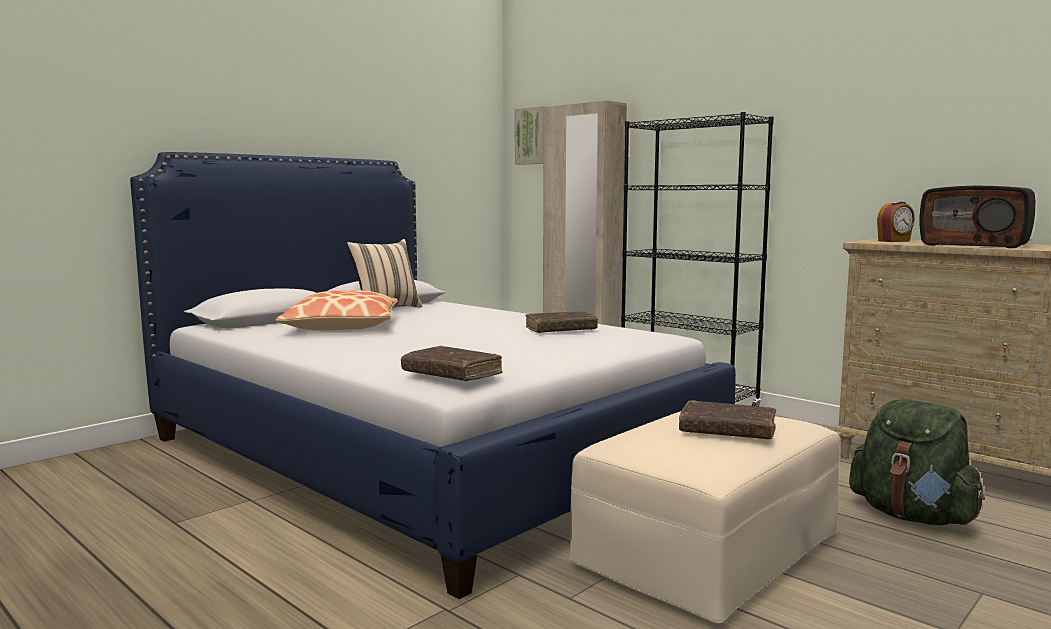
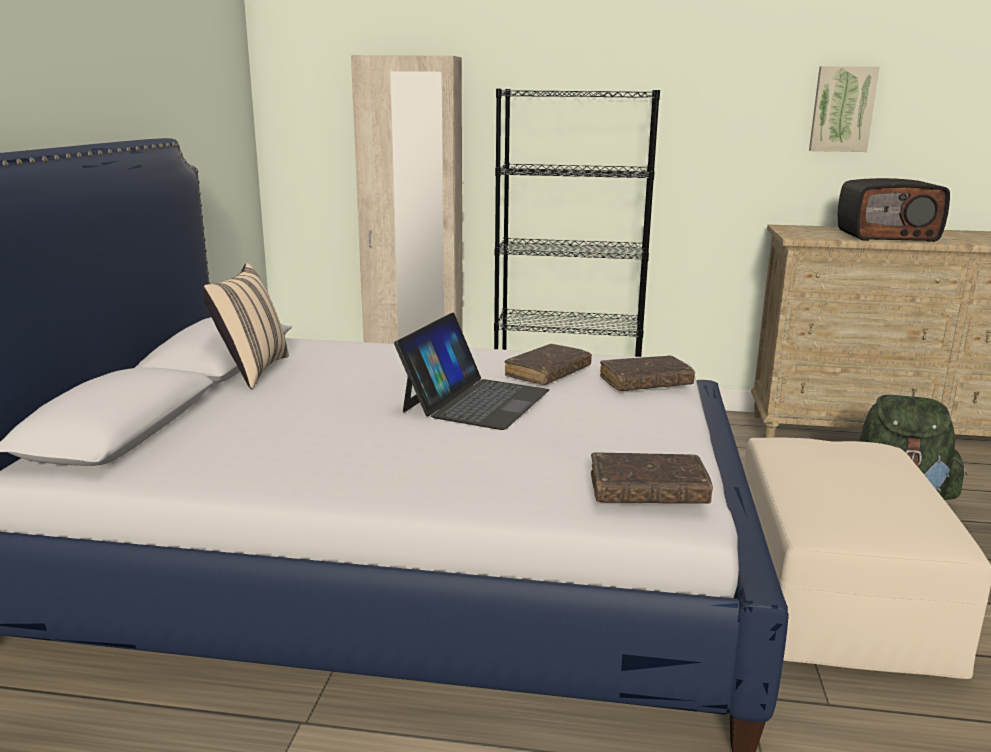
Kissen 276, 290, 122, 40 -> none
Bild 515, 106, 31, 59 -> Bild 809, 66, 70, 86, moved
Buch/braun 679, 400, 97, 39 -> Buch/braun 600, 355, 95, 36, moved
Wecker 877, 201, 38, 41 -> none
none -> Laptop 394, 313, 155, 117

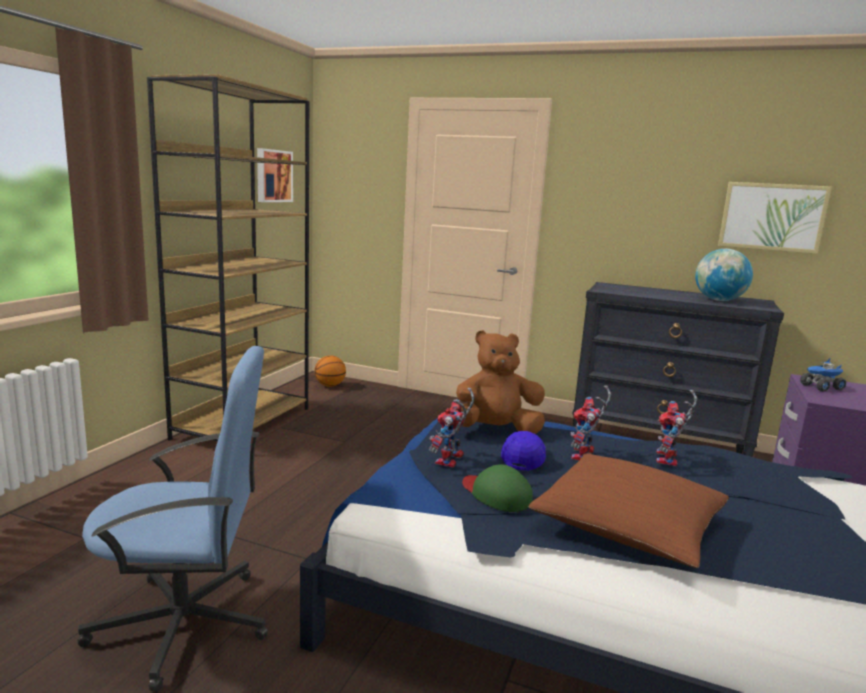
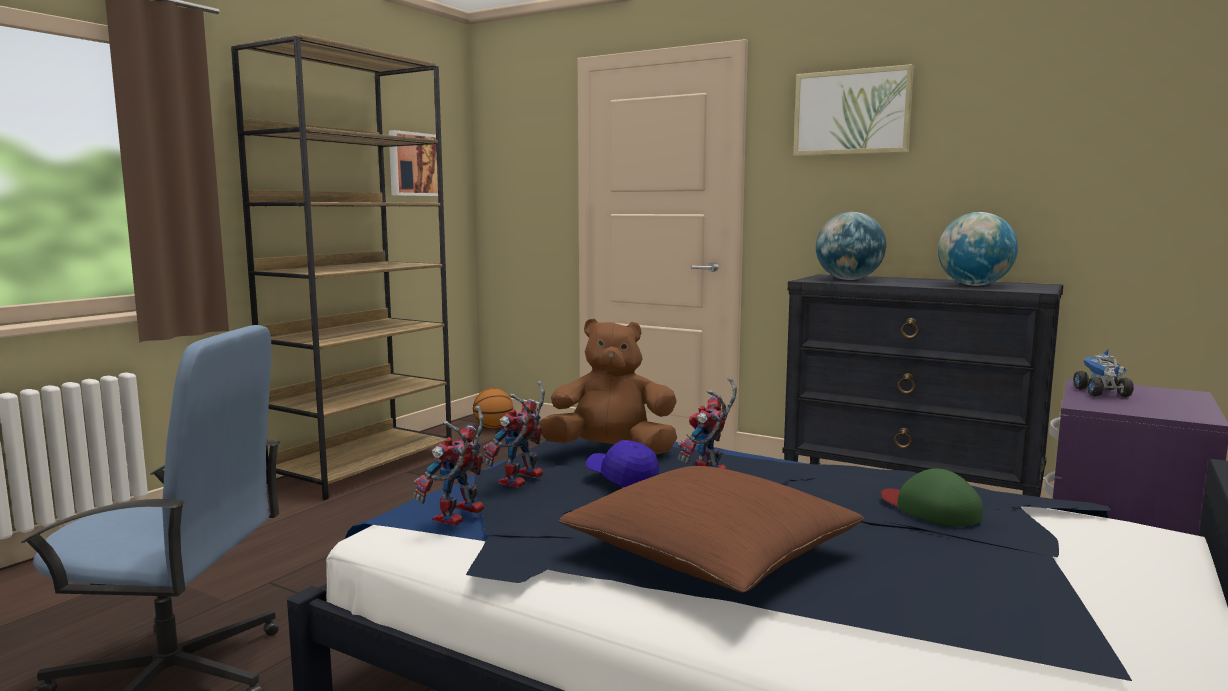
Kappe/grün 462, 464, 71, 48 -> Kappe/grün 881, 468, 102, 59, moved
Kappe/blau 501, 431, 45, 40 -> Kappe/blau 586, 440, 73, 47, 75 degrees counterclockwise
Spielzeugroboter 656, 390, 42, 76 -> Spielzeugroboter 413, 406, 71, 120, moved
Bild 718, 182, 114, 72 -> Bild 793, 64, 121, 92, moved
Spielzeuglaster 800, 359, 46, 32 -> Spielzeuglaster 1073, 350, 61, 47, 105 degrees clockwise
none -> Globus 816, 212, 70, 68

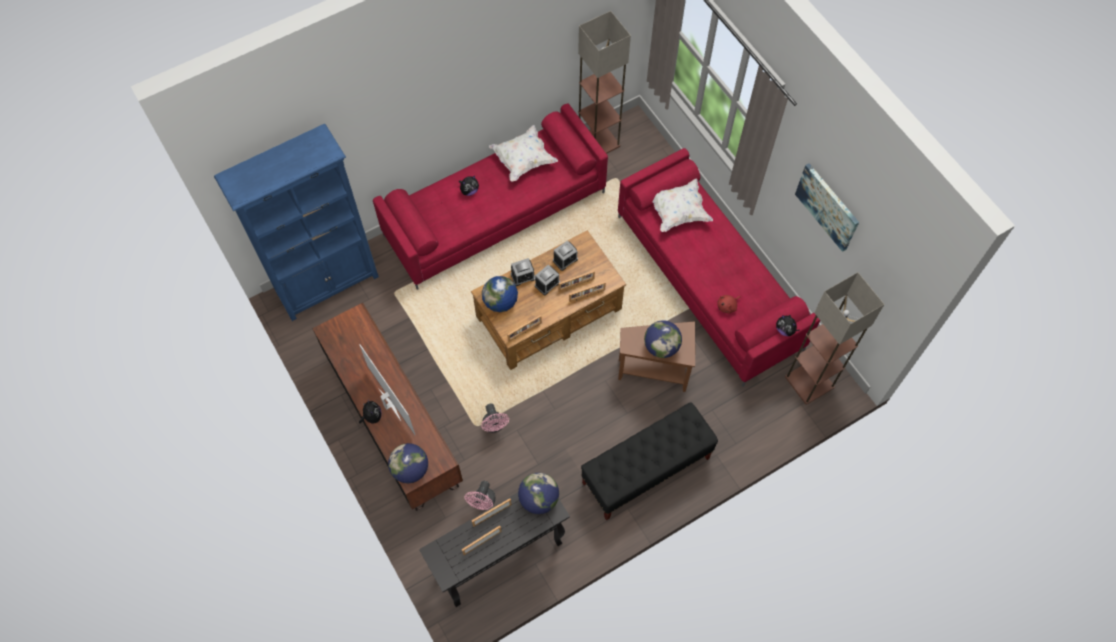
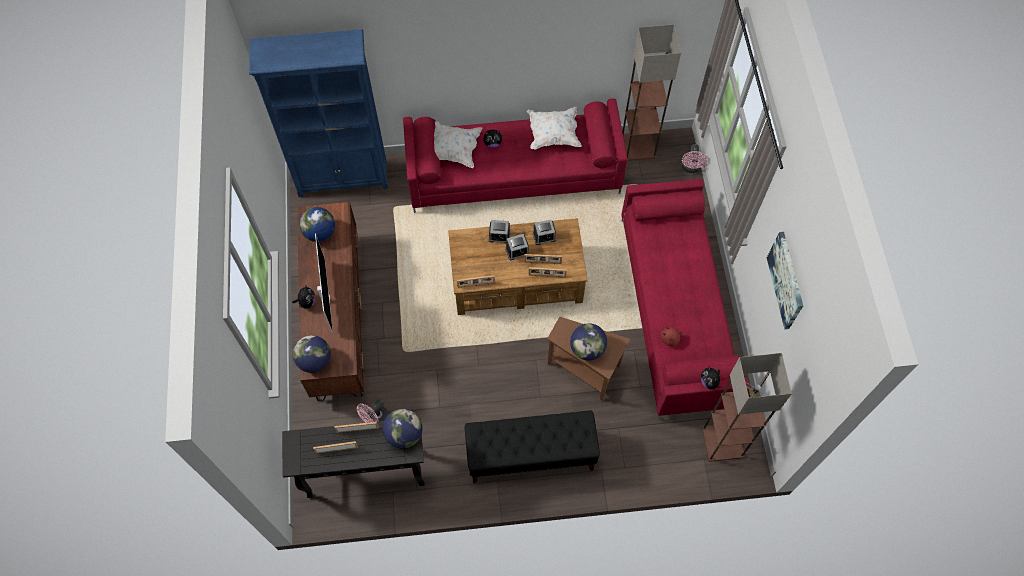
Ventilator/rosa 481, 403, 28, 30 -> Ventilator/rosa 682, 144, 25, 29, moved
Globus 482, 276, 36, 36 -> Globus 300, 207, 35, 35, moved
Kissen/weiß 653, 179, 60, 53 -> Kissen/weiß 434, 121, 48, 47, moved

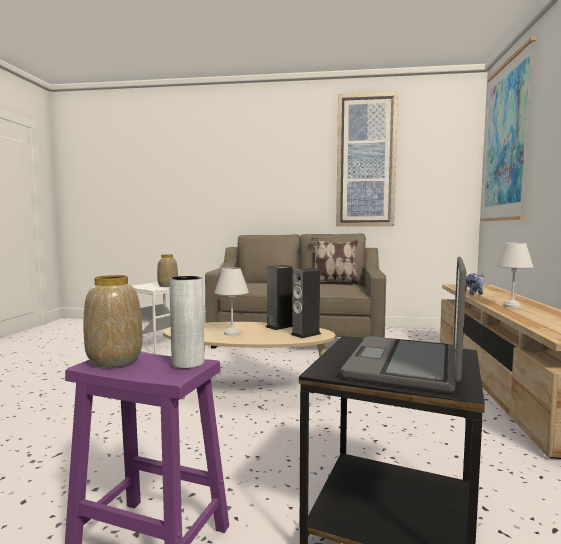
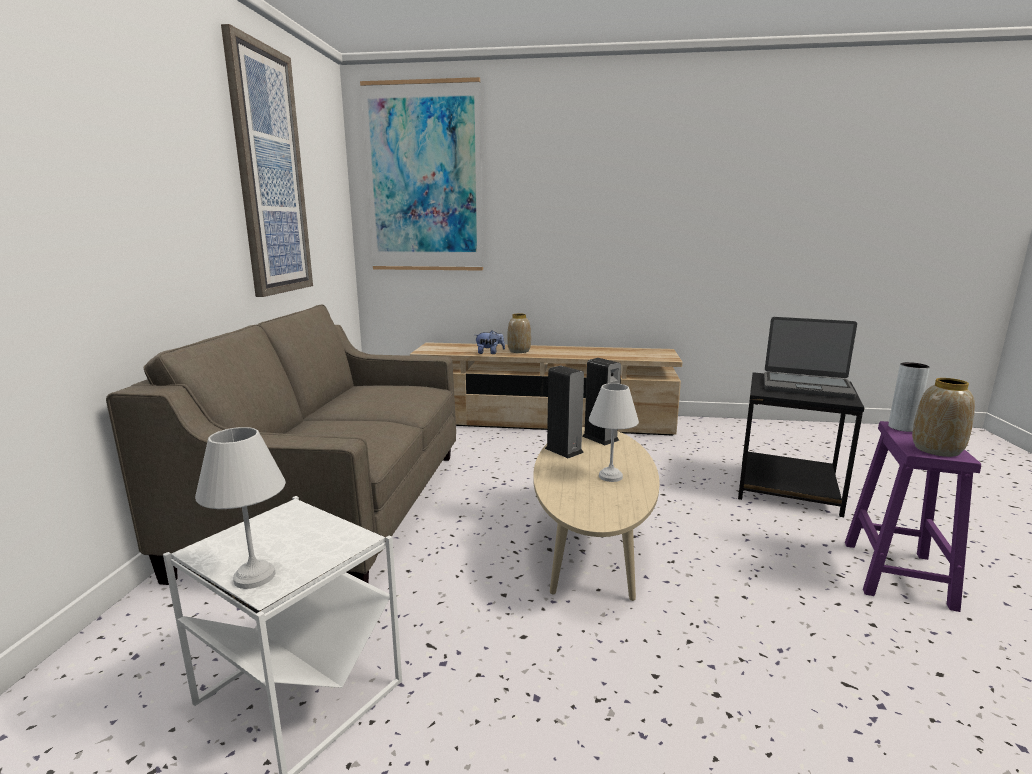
Vase 157, 254, 21, 33 -> Vase 507, 314, 24, 39, moved
Kissen 311, 238, 48, 47 -> none
Tischlampe/weiß 496, 243, 37, 65 -> Tischlampe/weiß 195, 427, 91, 162, moved

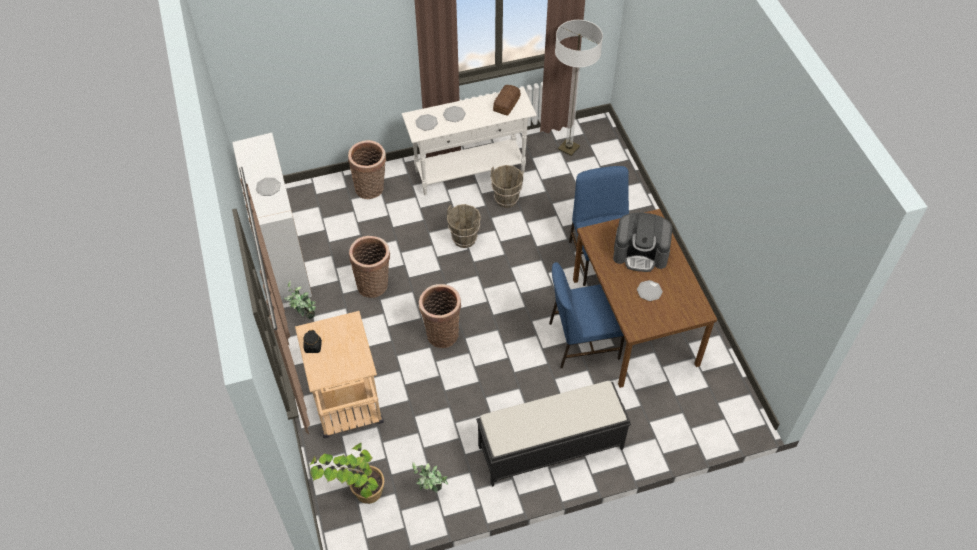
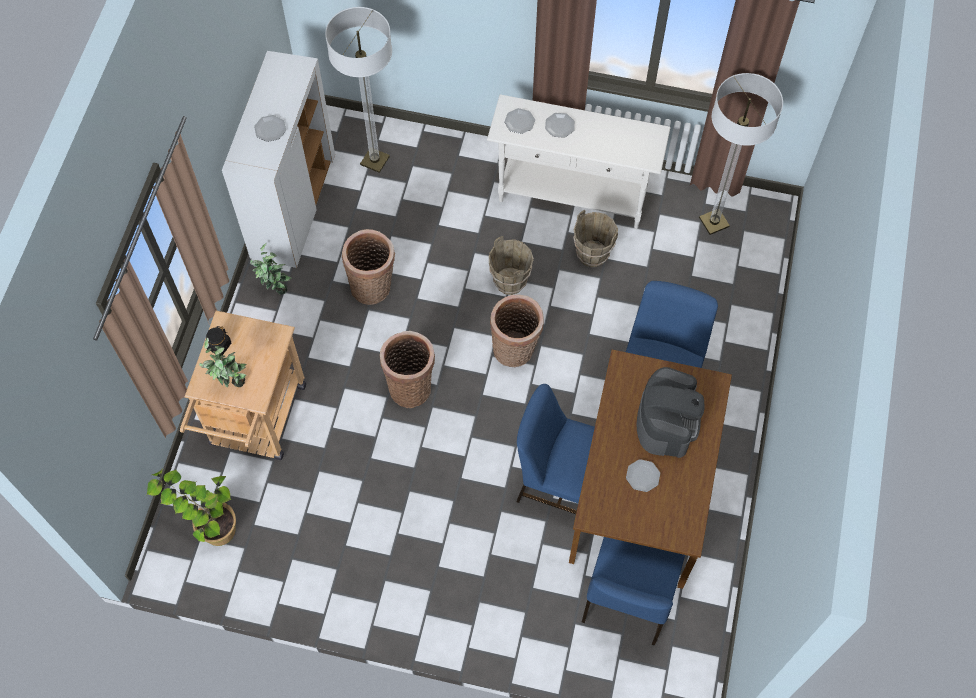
Korb 348, 140, 38, 59 -> Korb 490, 294, 53, 73, moved
Topfpflanze 412, 462, 36, 31 -> Topfpflanze 199, 337, 47, 50, moved
Bank/schwarz 476, 381, 155, 106 -> none
Brot 493, 85, 28, 30 -> none
Kaffeemaschine 613, 213, 60, 59 -> Kaffeemaschine 637, 367, 67, 91, 120 degrees counterclockwise
none -> Stehlampe 325, 7, 67, 166
none -> Stuhl/blau 582, 537, 103, 109

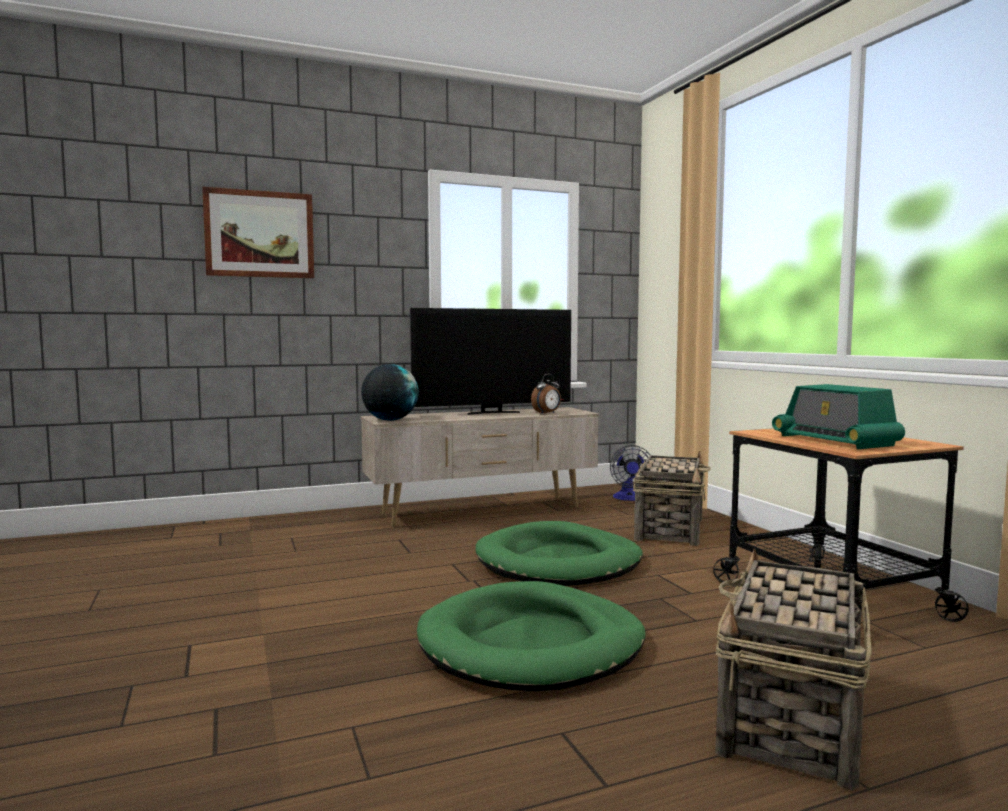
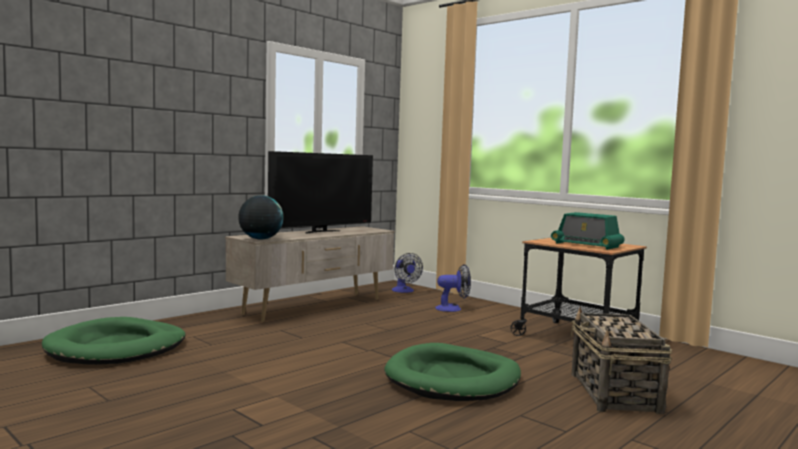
Bild 202, 187, 112, 92 -> none
Hundebett/grün 476, 521, 167, 65 -> Hundebett/grün 42, 317, 143, 48, moved
Wecker 531, 374, 30, 40 -> none
Korb 633, 451, 78, 95 -> Ventilator 435, 264, 36, 48

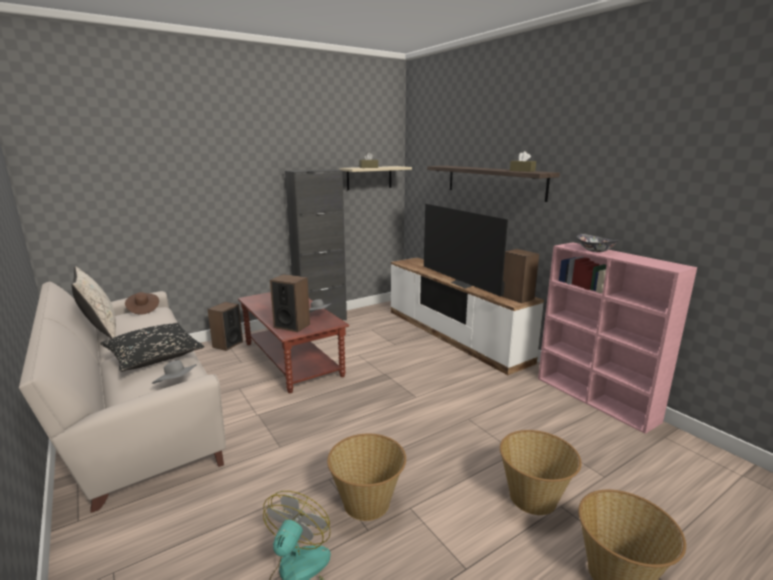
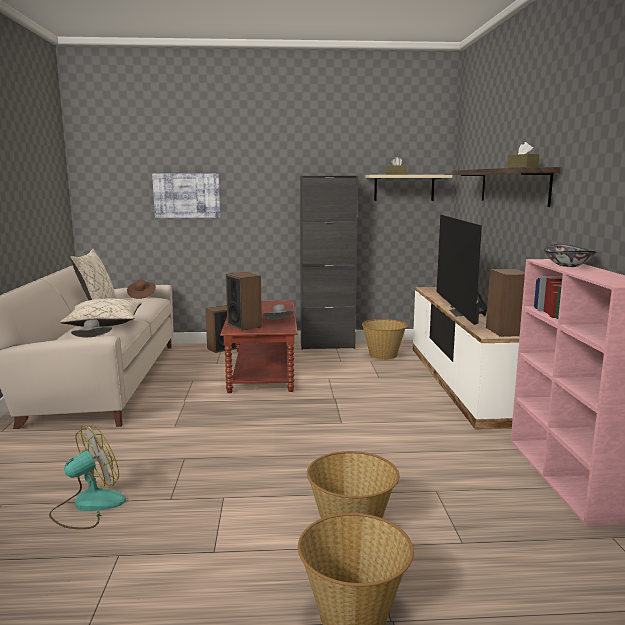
Kissen/schwarz 100, 323, 105, 49 -> Kissen/beige 60, 298, 82, 29
Korb 327, 434, 79, 87 -> Korb 362, 319, 46, 41, moved
none -> Bild 152, 174, 68, 44

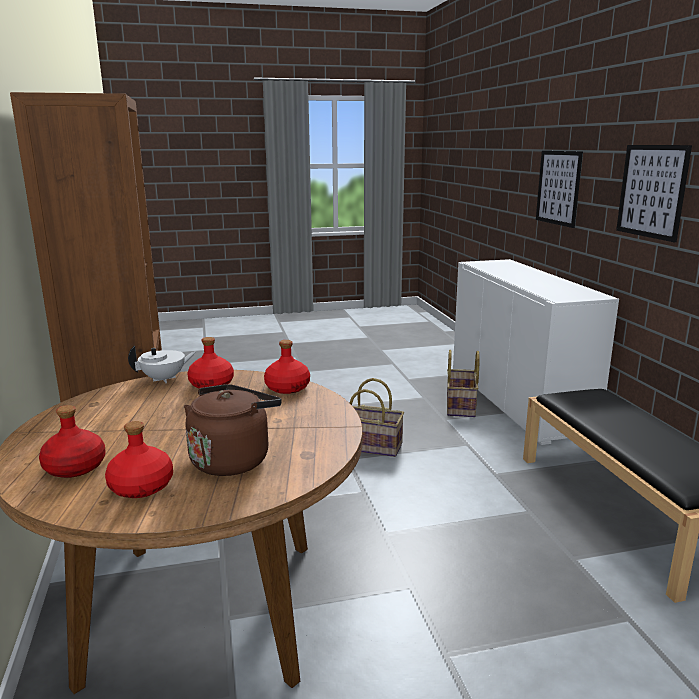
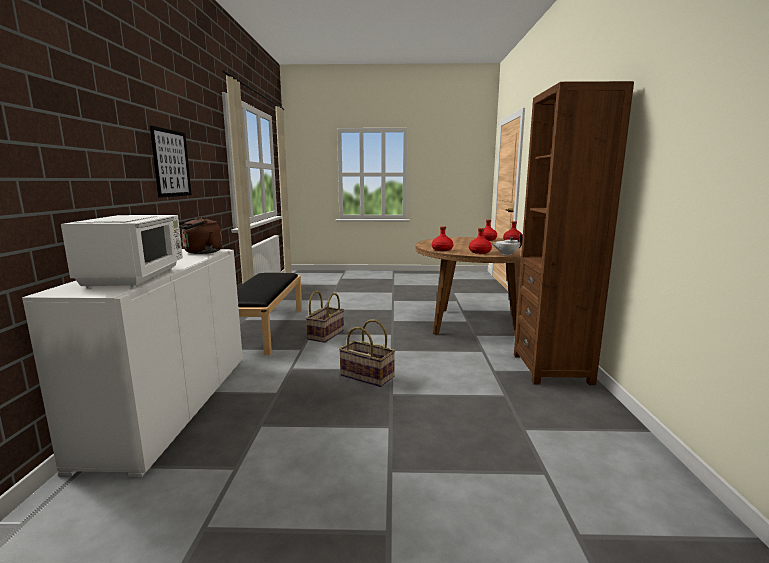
Wasserkessel/braun 184, 384, 97, 92 -> Wasserkessel/braun 179, 217, 43, 37, moved
Korb 447, 350, 33, 67 -> Korb 305, 291, 39, 52, moved
Bild 536, 151, 47, 77 -> none
none -> Mikrowelle/weiß 61, 215, 122, 73

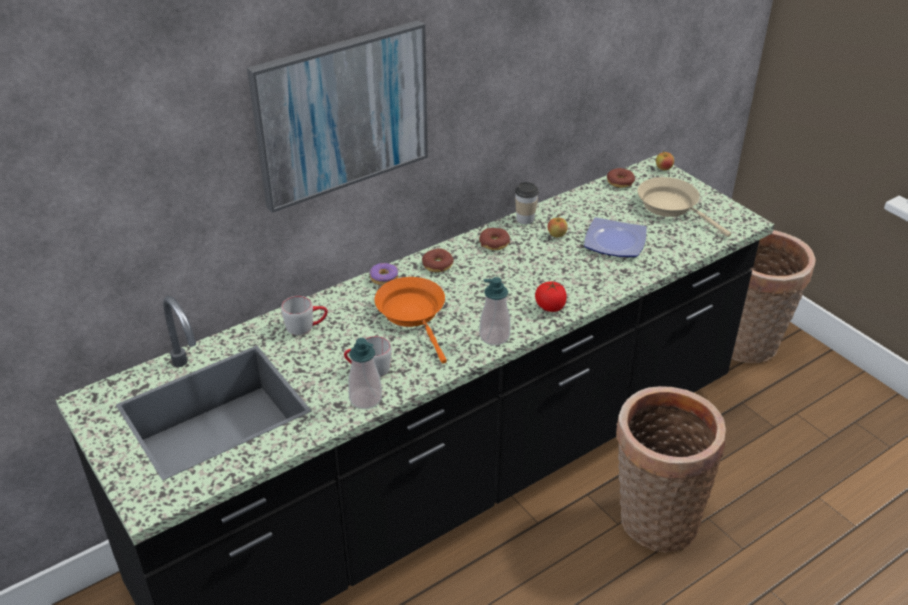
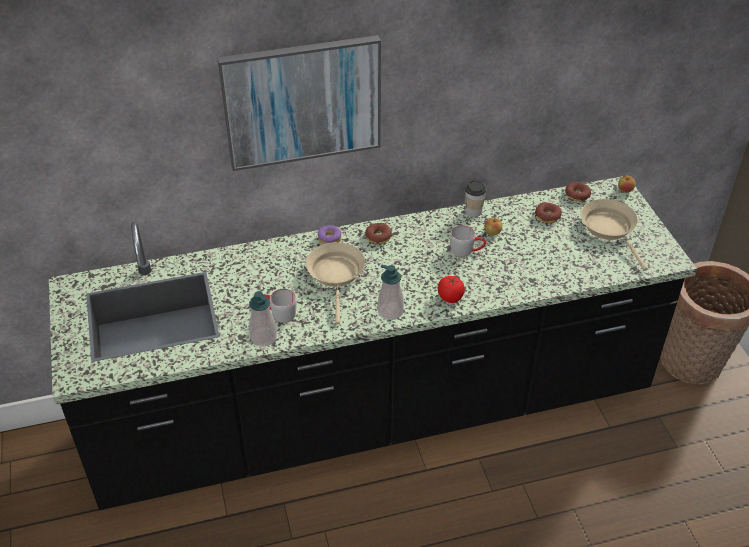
Henkelbecher/grau 281, 296, 47, 39 -> Henkelbecher/grau 450, 225, 36, 32, moved
Pfanne/orange 375, 277, 72, 87 -> Pfanne/beige 306, 242, 59, 83
Donut 479, 228, 31, 22 -> Donut 535, 202, 27, 21, moved
Teller 584, 217, 63, 40 -> none
Korb 616, 386, 110, 167 -> none

